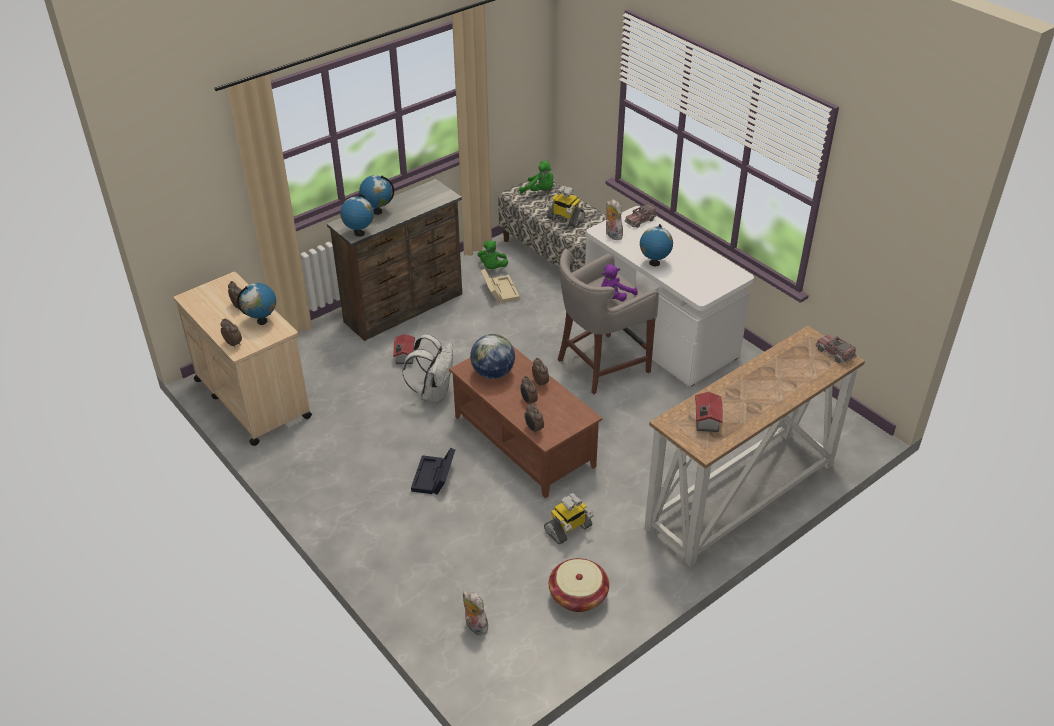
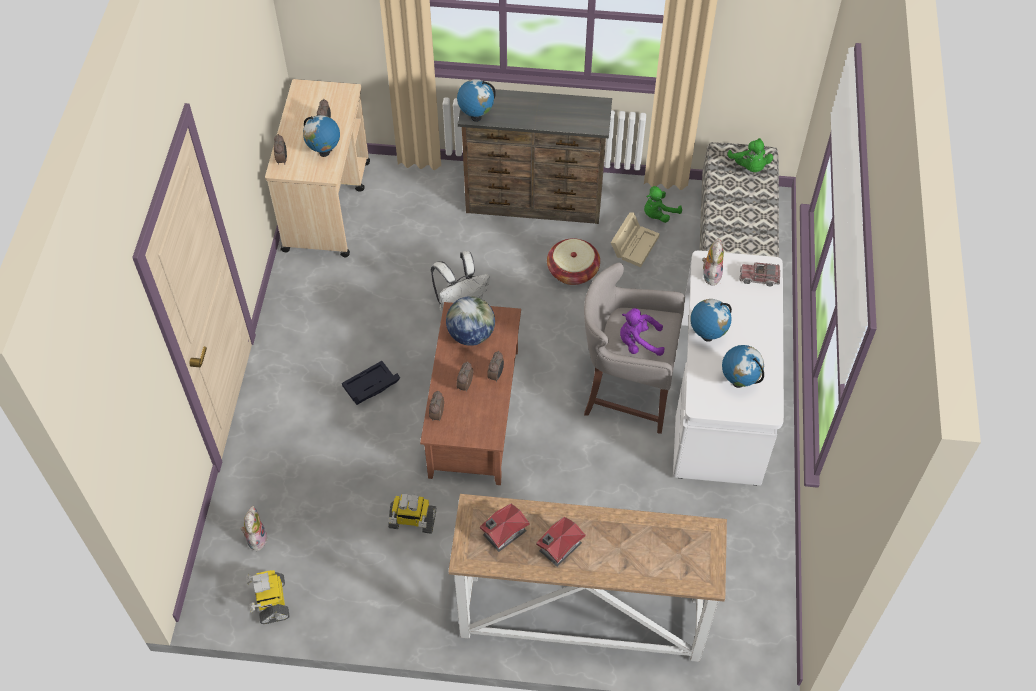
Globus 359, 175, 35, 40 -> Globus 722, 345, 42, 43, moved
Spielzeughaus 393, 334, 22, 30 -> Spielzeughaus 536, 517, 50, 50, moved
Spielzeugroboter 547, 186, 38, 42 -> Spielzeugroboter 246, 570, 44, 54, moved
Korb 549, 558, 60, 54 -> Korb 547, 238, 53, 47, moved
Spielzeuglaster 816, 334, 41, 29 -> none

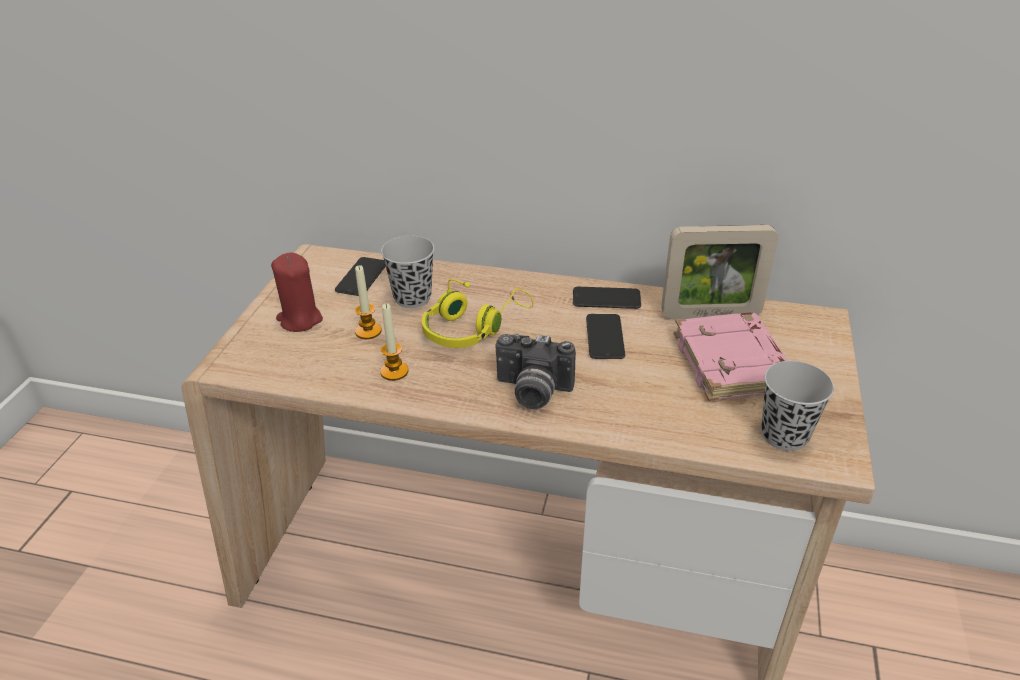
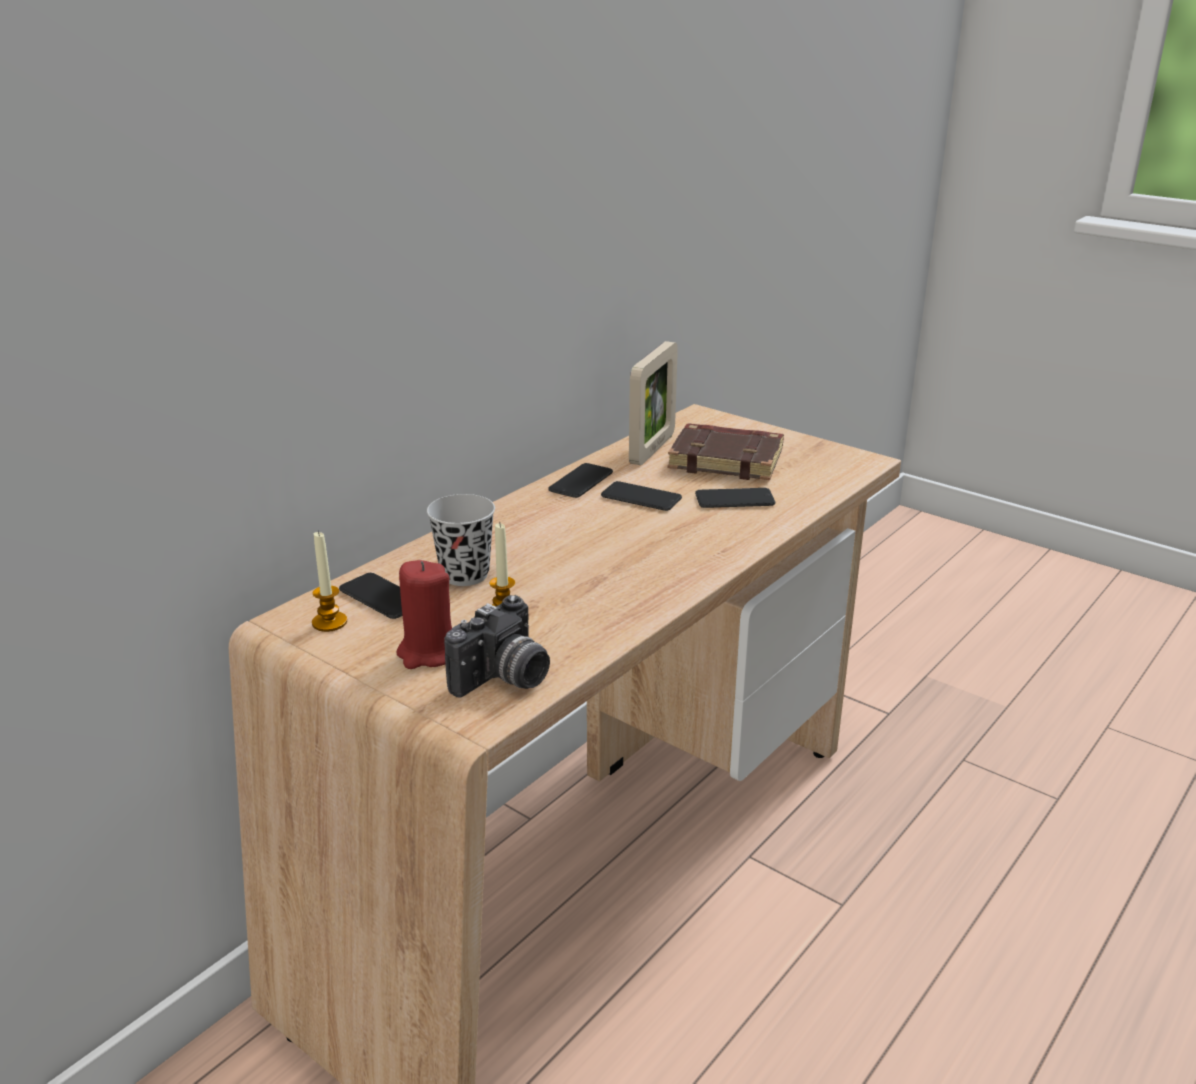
Kerze 380, 303, 28, 78 -> Kerze 312, 531, 35, 101, moved
Kopfhörer/gelb 422, 279, 112, 69 -> none
Kamera 496, 333, 80, 77 -> Kamera 444, 595, 106, 103, moved
Buch/rosa 674, 312, 114, 89 -> Buch/braun 667, 423, 117, 57
Tasse/schwarz 761, 361, 73, 90 -> none
none -> Handy 695, 488, 80, 20

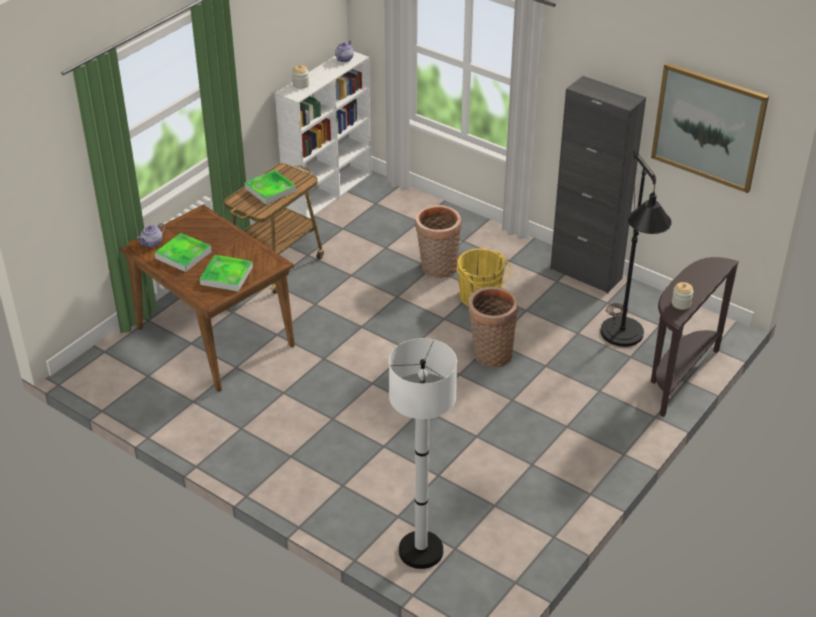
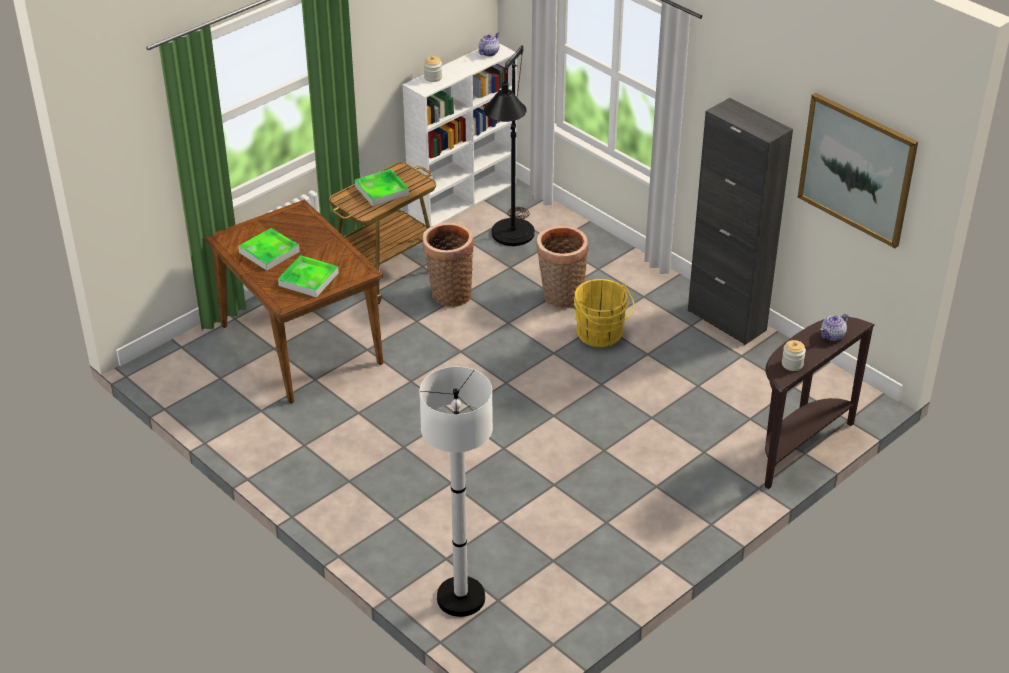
Teekanne 137, 223, 28, 24 -> Teekanne 820, 313, 29, 28, moved
Korb 468, 287, 50, 81 -> Korb 423, 222, 51, 85, moved
Stehlampe/schwarz 601, 150, 71, 197 -> Stehlampe/schwarz 484, 45, 51, 201, moved

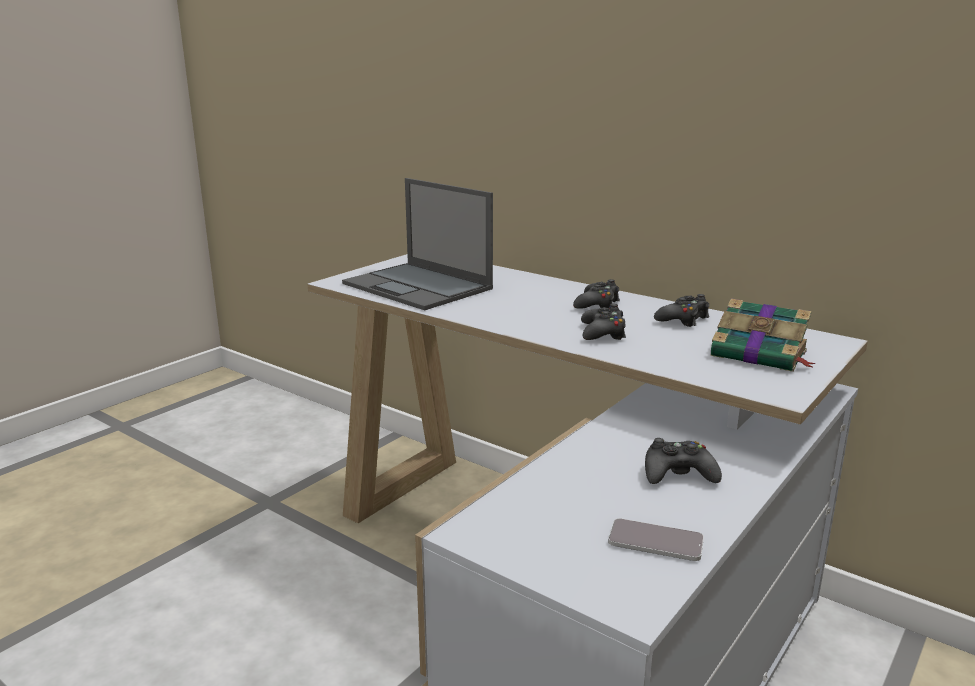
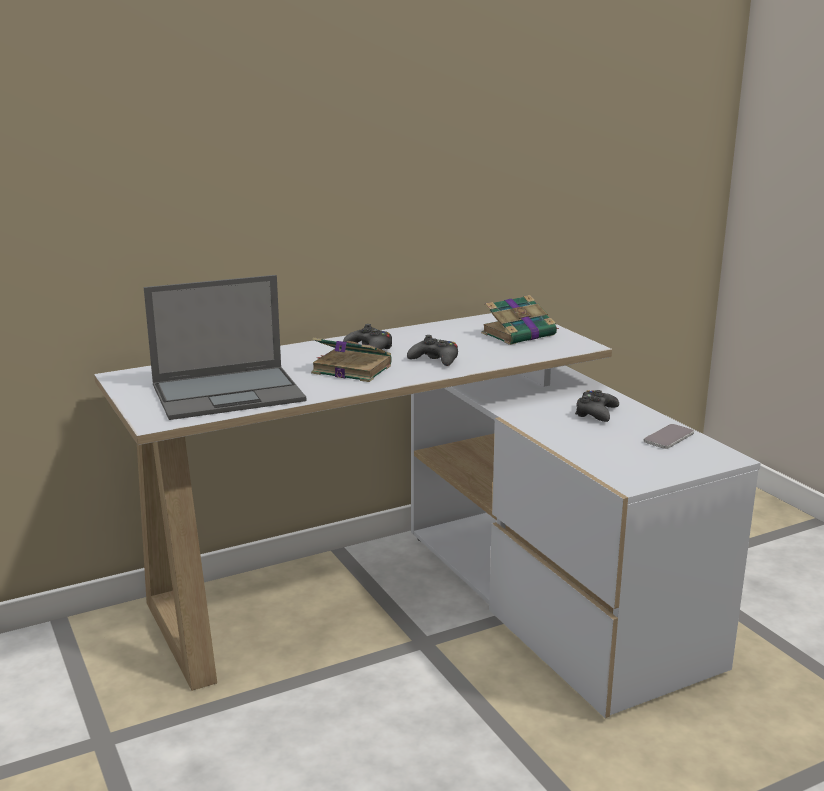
Gamepad/schwarz 654, 294, 55, 33 -> none
none -> Buch 311, 338, 81, 44

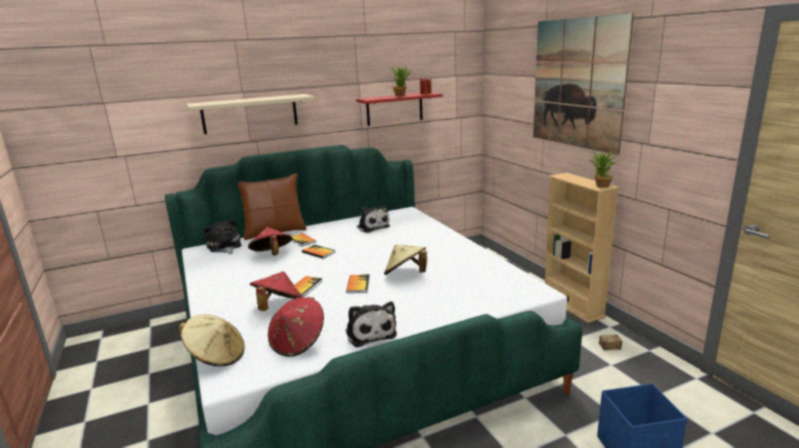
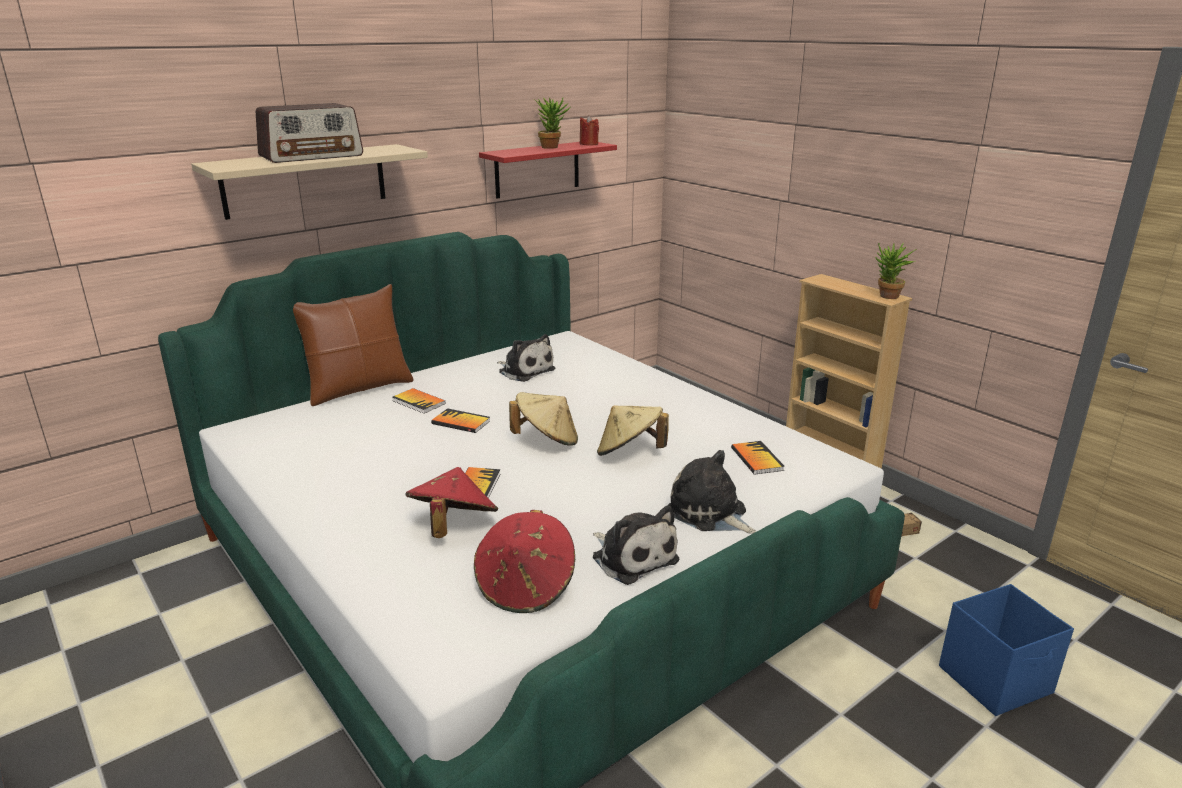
Hut/beige 179, 314, 66, 52 -> Hut/beige 509, 392, 69, 54, moved
Plüschtier 204, 219, 37, 35 -> Plüschtier 667, 450, 89, 84, moved
Hut/rot 248, 227, 44, 28 -> none
Buch 346, 274, 24, 19 -> Buch 731, 441, 54, 34, moved
Bild 533, 13, 101, 142 -> none
none -> Radio 256, 103, 107, 60

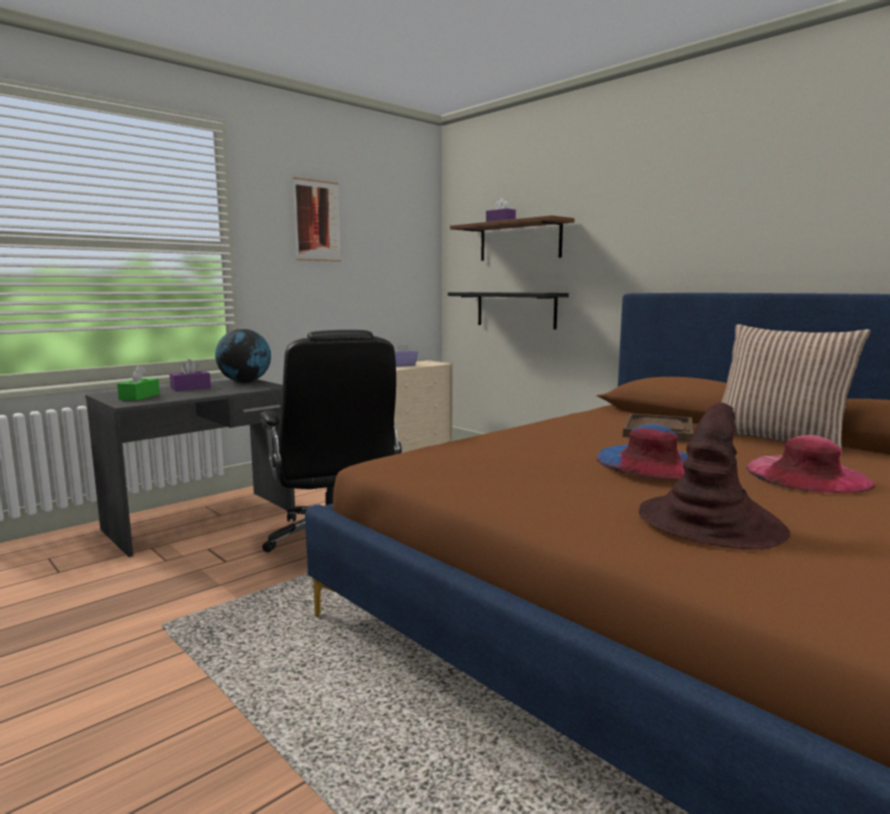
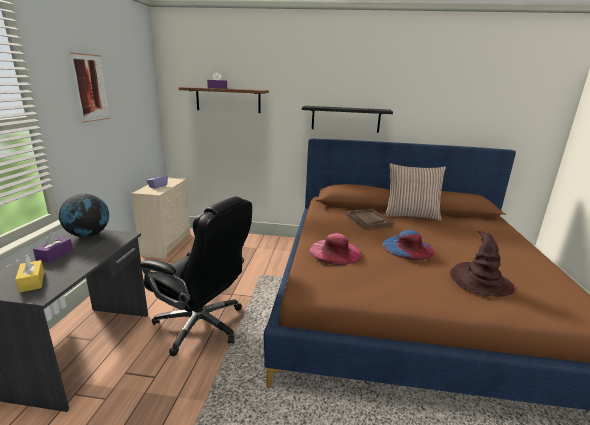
Taschentuchbox/grün 117, 365, 43, 36 -> Taschentuchbox/gelb 15, 256, 29, 37
Wandregal/schwarz 448, 292, 121, 38 -> Wandregal/schwarz 302, 106, 91, 27, moved
Hut/rosa 746, 435, 130, 59 -> Hut/rosa 309, 233, 53, 32, moved

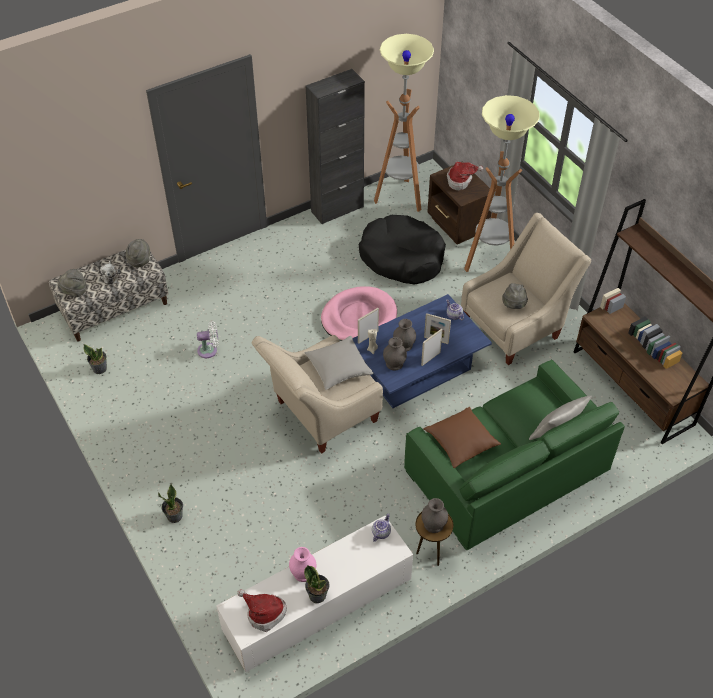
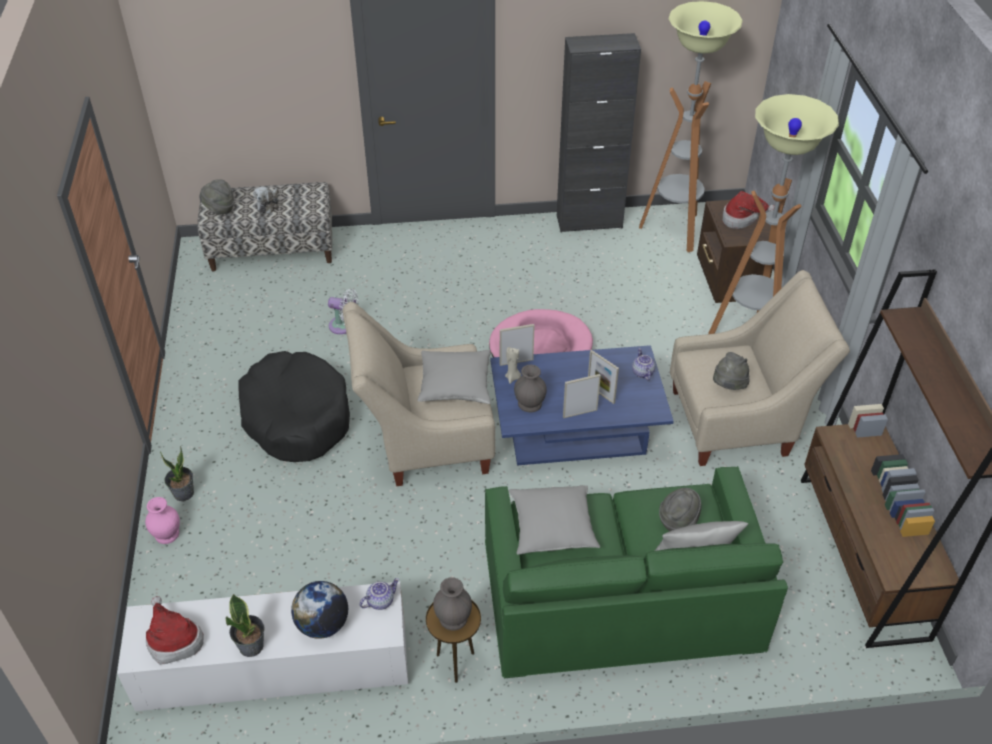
Topfpflanze 83, 344, 24, 30 -> none
Hut/grau 126, 239, 24, 28 -> Hut/grau 659, 488, 43, 43, moved
Vase/rosa 289, 547, 27, 35 -> Vase/rosa 145, 497, 35, 47, moved
Hundebett/schwarz 359, 215, 87, 70 -> Hundebett/schwarz 239, 351, 111, 111, moved
Vase/grau 393, 319, 23, 32 -> none
Kissen/braun 423, 407, 78, 61 -> Kissen/grau 508, 485, 92, 70
none -> Globus 291, 581, 57, 58

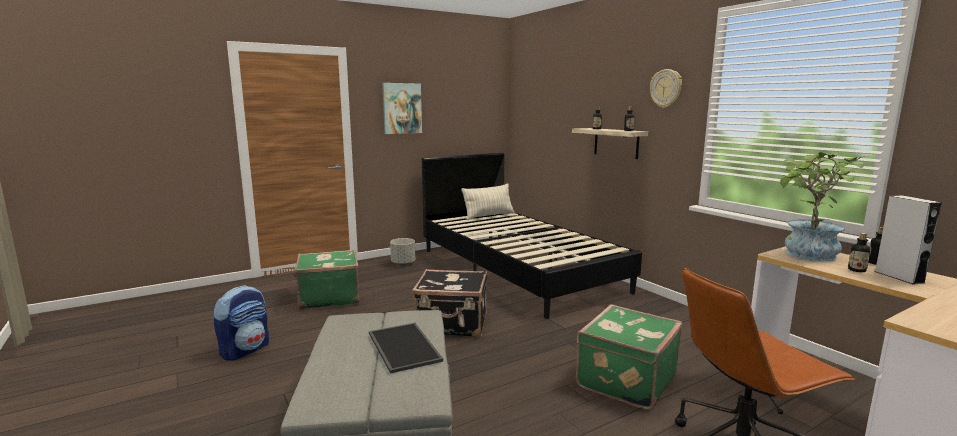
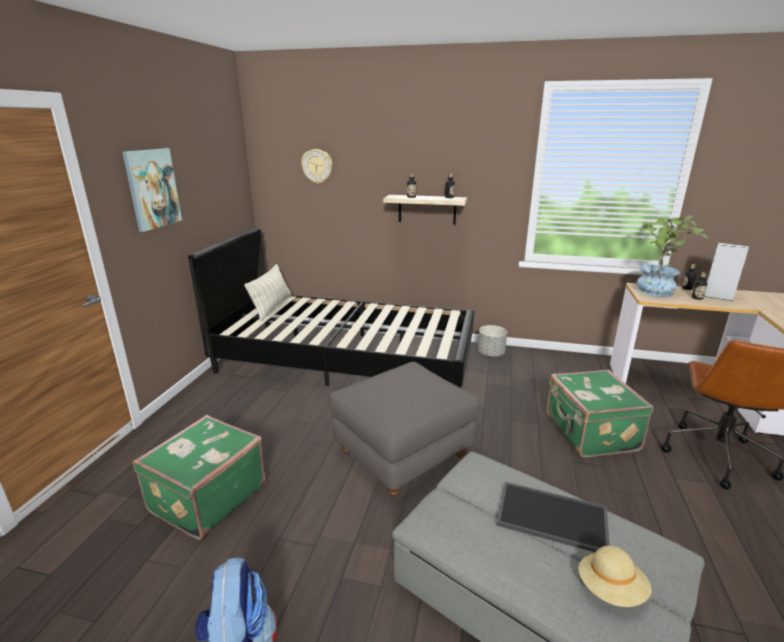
Pflanzkübel/grau 390, 238, 25, 27 -> Pflanzkübel/grau 478, 325, 29, 32, moved
Koffer/schwarz 412, 269, 75, 68 -> Polsterhocker/grau 329, 362, 151, 135
Wanduhr 650, 69, 32, 39 -> Wanduhr 301, 149, 31, 35, moved
none -> Hut/beige 578, 545, 74, 62

